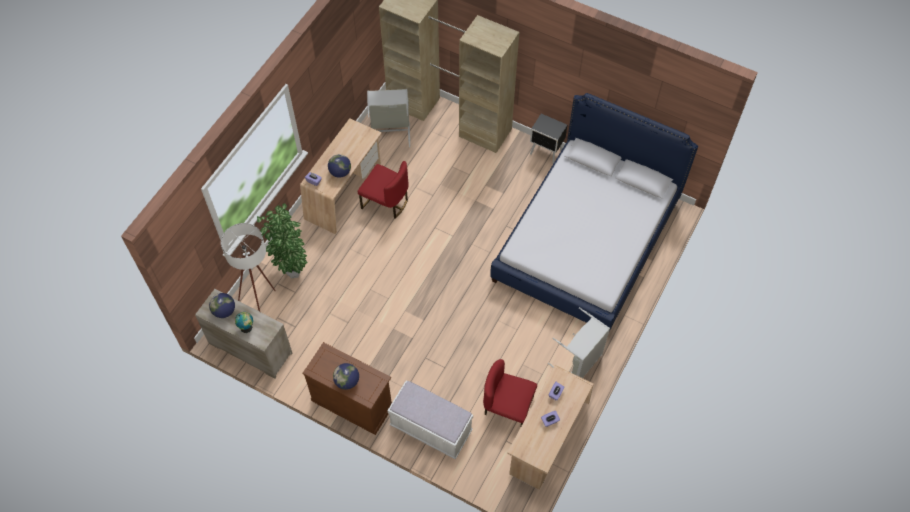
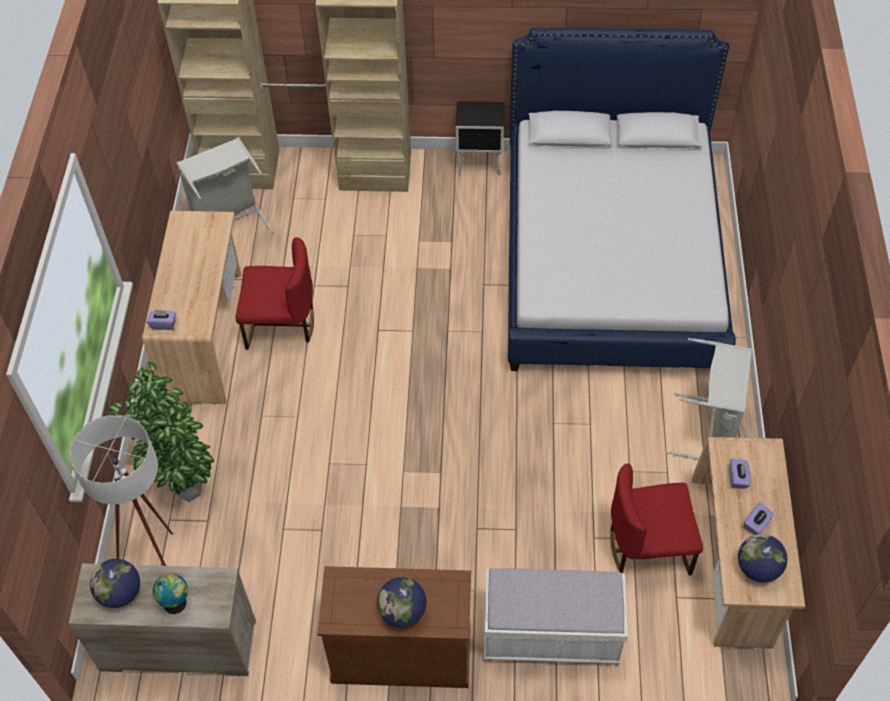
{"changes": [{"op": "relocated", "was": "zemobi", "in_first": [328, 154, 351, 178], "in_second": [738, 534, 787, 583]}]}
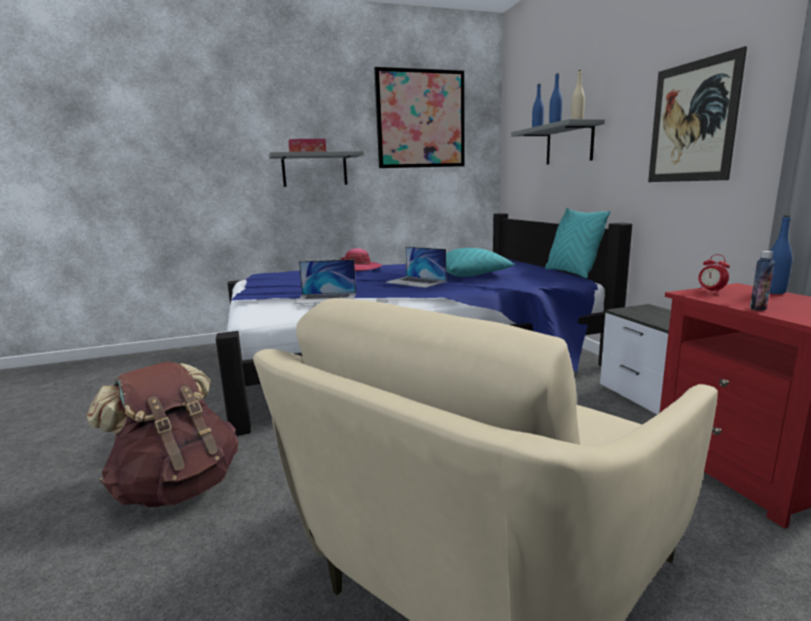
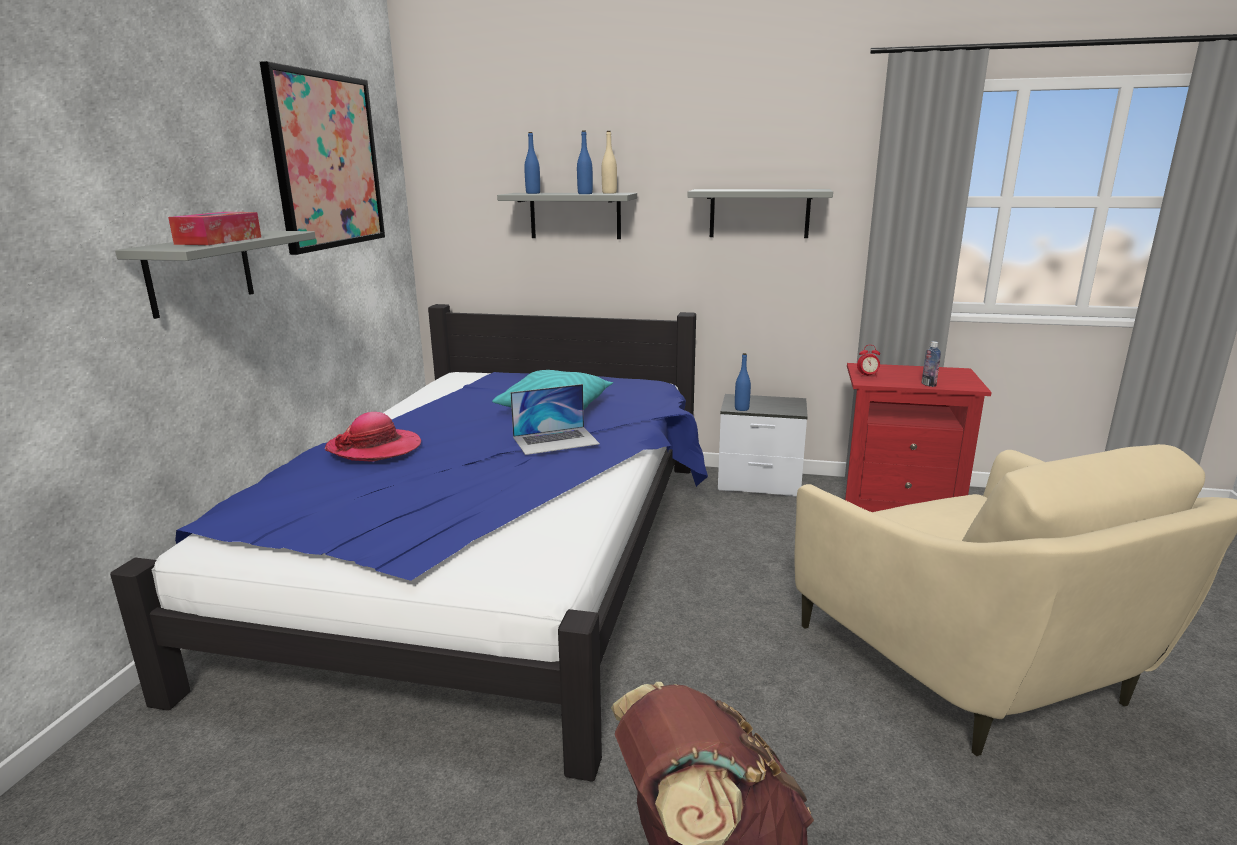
{"changes": [{"op": "missing", "was": "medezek", "in_first": [294, 259, 356, 304]}, {"op": "missing", "was": "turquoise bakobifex", "in_first": [545, 208, 610, 278]}, {"op": "exchanged", "was": "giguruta", "now": "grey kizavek", "in_first": [648, 46, 747, 182], "in_second": [687, 189, 833, 238]}, {"op": "relocated", "was": "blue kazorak", "in_first": [770, 215, 793, 294], "in_second": [735, 353, 751, 411]}]}
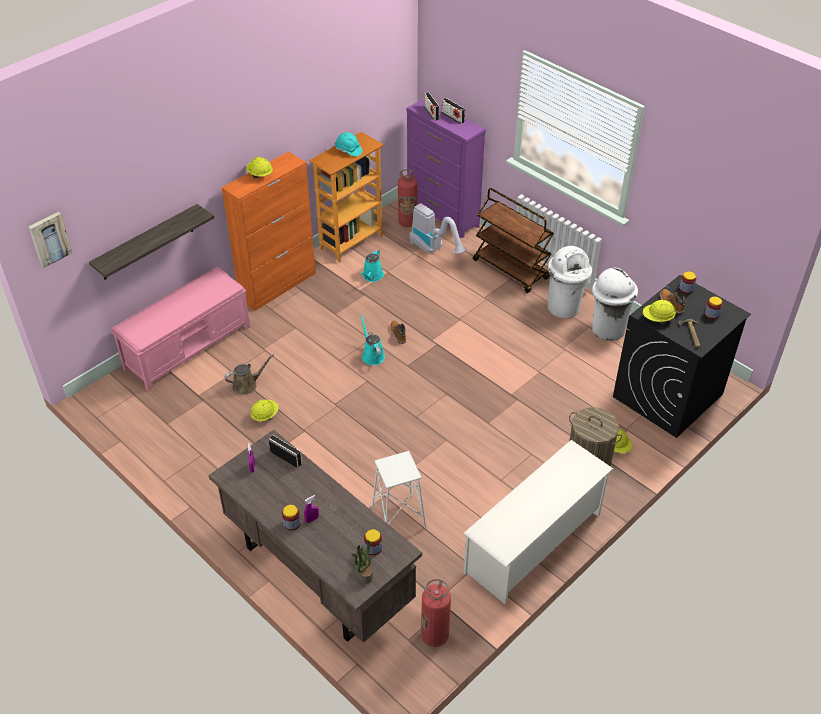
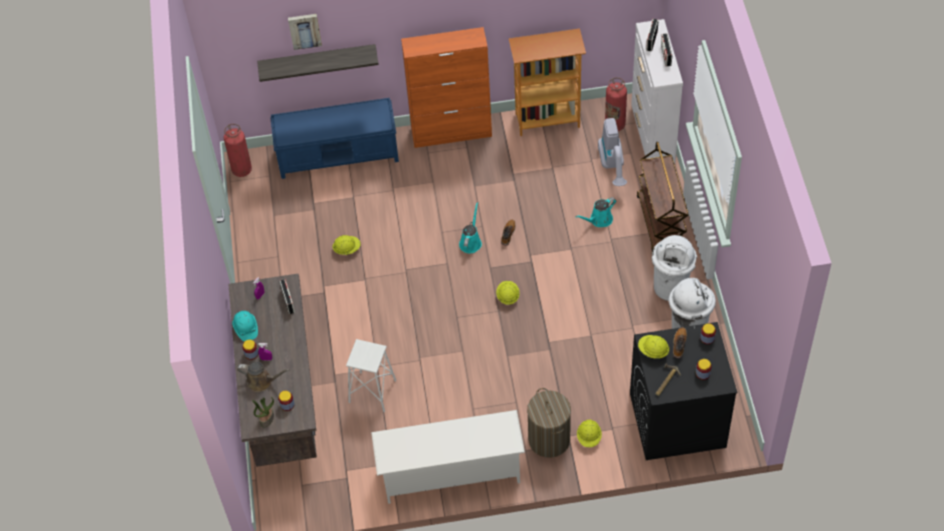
{"changes": [{"op": "relocated", "was": "giguruta", "in_first": [29, 212, 72, 268], "in_second": [288, 14, 322, 50]}, {"op": "colour", "was": "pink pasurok", "now": "blue pasurok", "in_first": [111, 267, 250, 391], "in_second": [270, 98, 399, 179]}, {"op": "relocated", "was": "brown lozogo", "in_first": [225, 354, 274, 395], "in_second": [237, 361, 290, 392]}, {"op": "relocated", "was": "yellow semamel", "in_first": [246, 157, 273, 178], "in_second": [496, 281, 520, 305]}, {"op": "relocated", "was": "turquoise semamel", "in_first": [335, 132, 363, 157], "in_second": [232, 311, 258, 341]}, {"op": "relocated", "was": "turquoise lozogo", "in_first": [360, 249, 384, 282], "in_second": [575, 197, 616, 227]}, {"op": "colour", "was": "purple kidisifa", "now": "white kidisifa", "in_first": [407, 99, 486, 238], "in_second": [631, 19, 683, 164]}, {"op": "relocated", "was": "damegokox", "in_first": [421, 579, 451, 647], "in_second": [224, 124, 252, 177]}]}
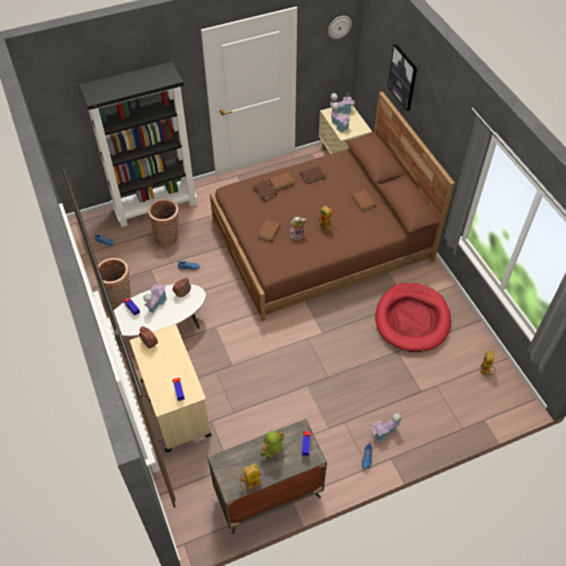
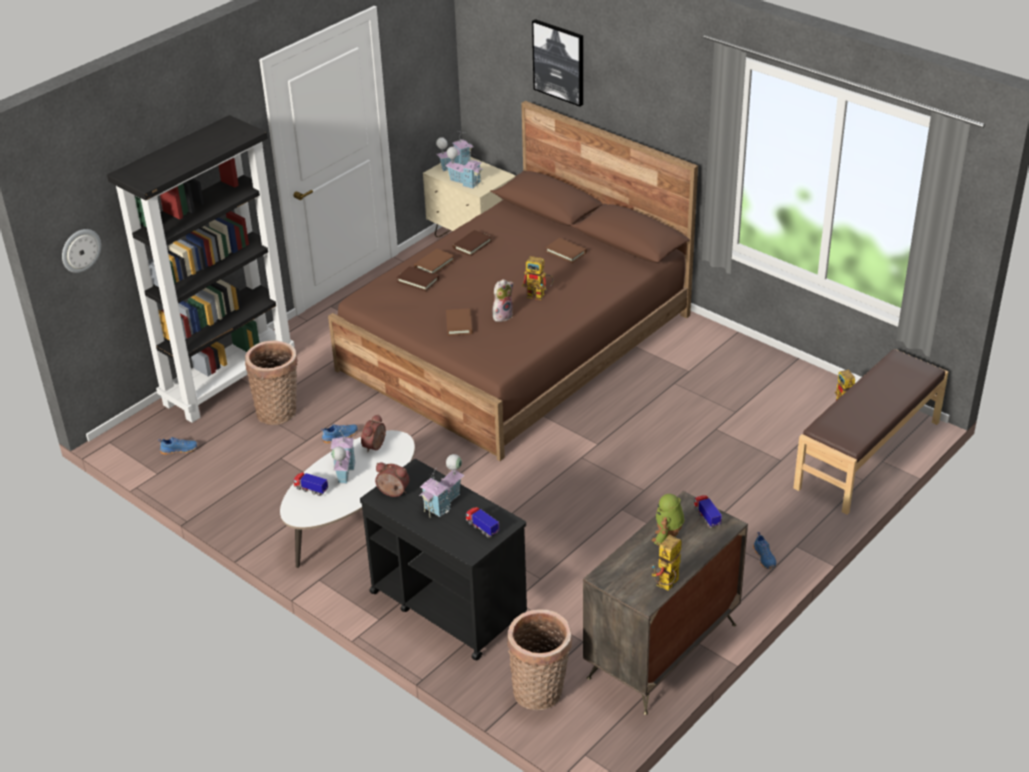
{"changes": [{"op": "relocated", "was": "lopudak", "in_first": [98, 258, 131, 306], "in_second": [507, 609, 572, 710]}, {"op": "colour", "was": "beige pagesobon", "now": "black pagesobon", "in_first": [130, 325, 211, 452], "in_second": [360, 459, 527, 661]}, {"op": "relocated", "was": "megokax", "in_first": [328, 16, 352, 39], "in_second": [62, 229, 101, 273]}, {"op": "relocated", "was": "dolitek", "in_first": [371, 413, 401, 442], "in_second": [419, 454, 464, 517]}, {"op": "missing", "was": "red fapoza", "in_first": [375, 283, 451, 352]}, {"op": "appeared", "now": "brown pasurok", "in_second": [793, 349, 948, 515]}]}
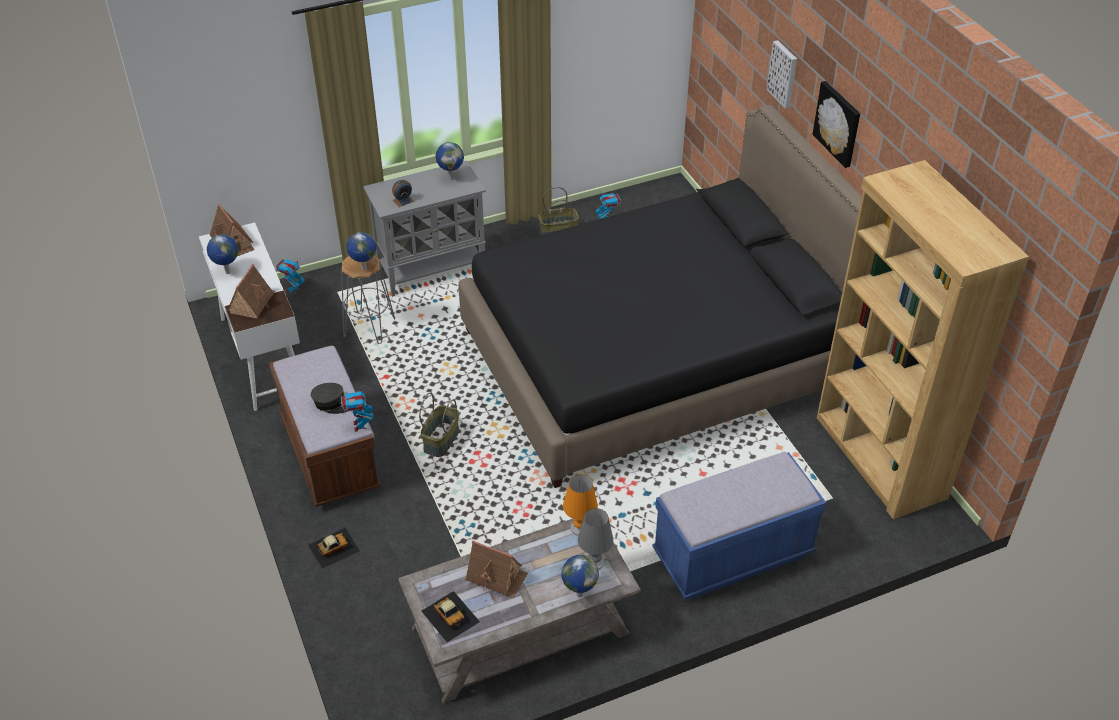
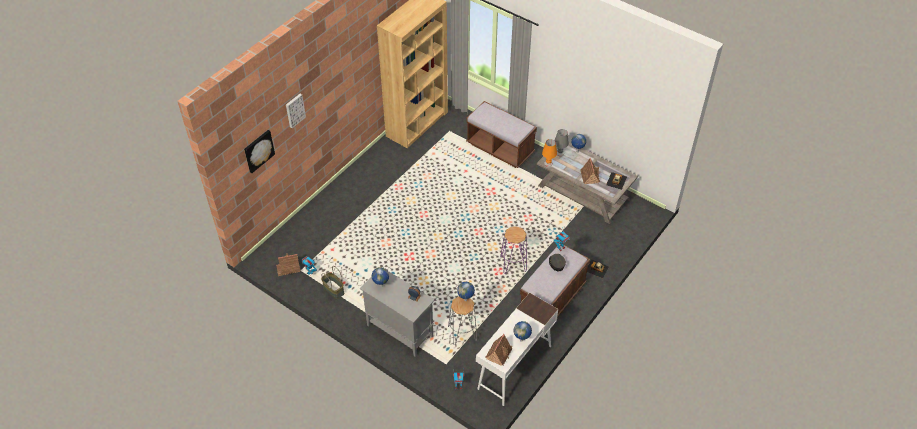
{"changes": [{"op": "relocated", "was": "dolitek", "in_first": [227, 264, 275, 319], "in_second": [276, 253, 300, 276]}, {"op": "exchanged", "was": "lopudak", "now": "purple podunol", "in_first": [419, 392, 459, 457], "in_second": [500, 226, 527, 274]}, {"op": "missing", "was": "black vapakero", "in_first": [458, 105, 862, 488]}, {"op": "colour", "was": "blue pasurok", "now": "brown pasurok", "in_first": [652, 452, 826, 599], "in_second": [466, 101, 537, 168]}, {"op": "relocated", "was": "giguruta", "in_first": [812, 81, 860, 168], "in_second": [244, 130, 275, 173]}]}
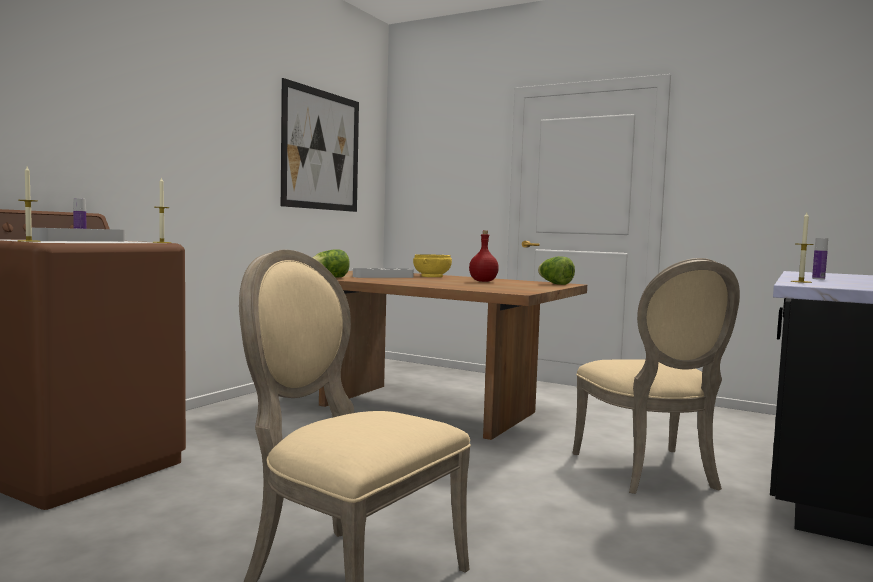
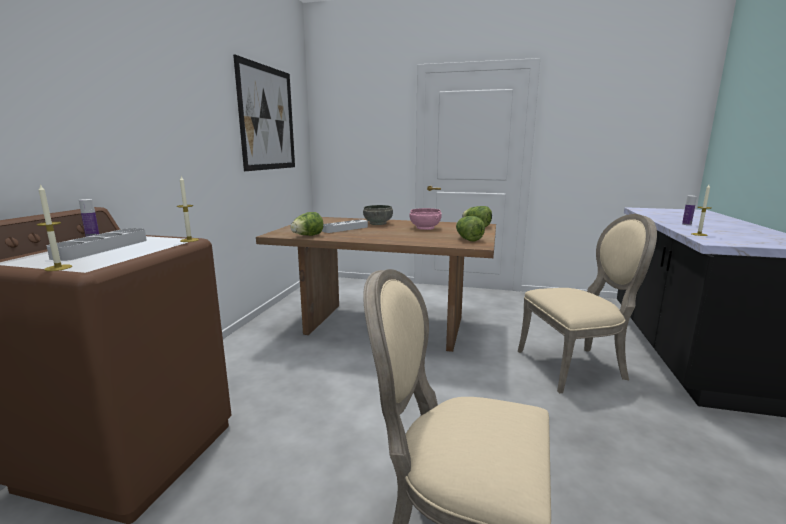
{"changes": [{"op": "colour", "was": "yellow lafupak", "now": "grey lafupak", "in_first": [413, 254, 452, 277], "in_second": [363, 205, 393, 225]}, {"op": "exchanged", "was": "red kazorak", "now": "pink lafupak", "in_first": [469, 230, 499, 282], "in_second": [410, 208, 442, 230]}, {"op": "spun", "was": "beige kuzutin", "in_first": [573, 258, 740, 494], "in_second": [518, 214, 657, 393], "clockwise": -75}, {"op": "appeared", "now": "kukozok", "in_second": [456, 216, 485, 241]}]}
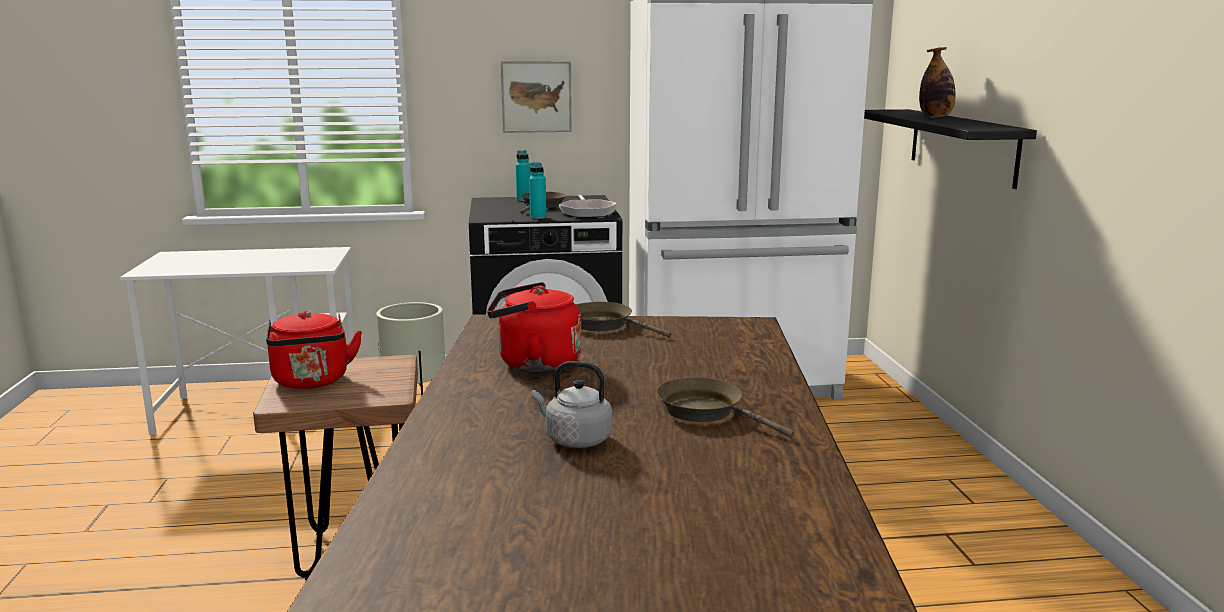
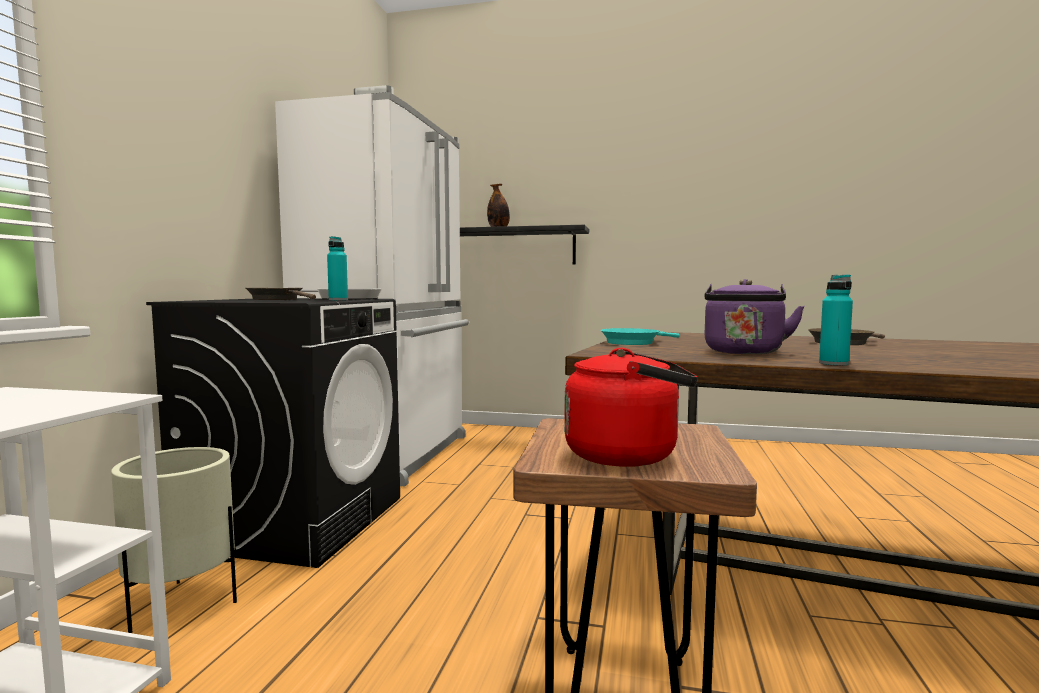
{"changes": [{"op": "colour", "was": "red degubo", "now": "purple degubo", "in_first": [487, 282, 581, 373], "in_second": [704, 279, 805, 354]}, {"op": "missing", "was": "giguruta", "in_first": [501, 61, 572, 133]}, {"op": "relocated", "was": "turquoise kazorak", "in_first": [516, 150, 531, 201], "in_second": [819, 274, 853, 366]}, {"op": "missing", "was": "grey degubo", "in_first": [532, 361, 612, 448]}, {"op": "colour", "was": "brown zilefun", "now": "turquoise zilefun", "in_first": [576, 302, 671, 337], "in_second": [600, 328, 680, 345]}]}
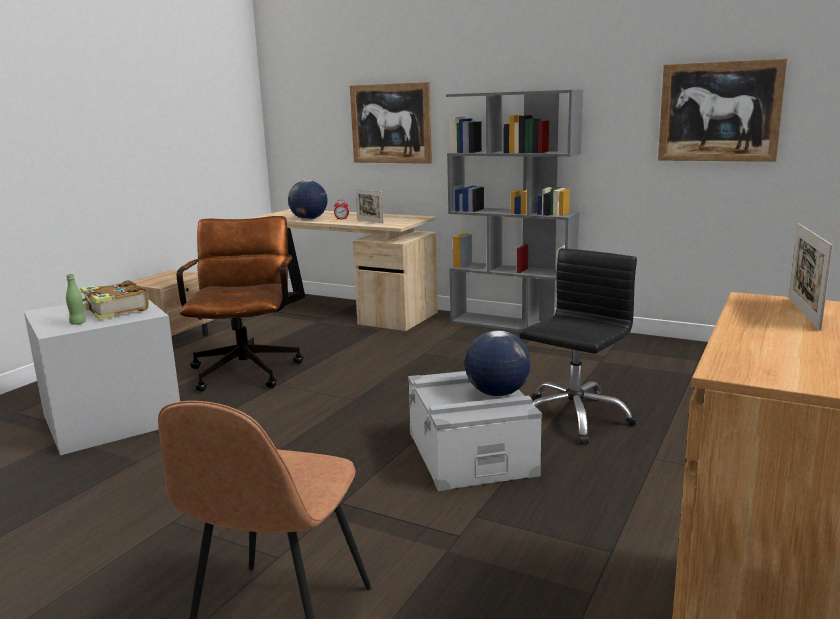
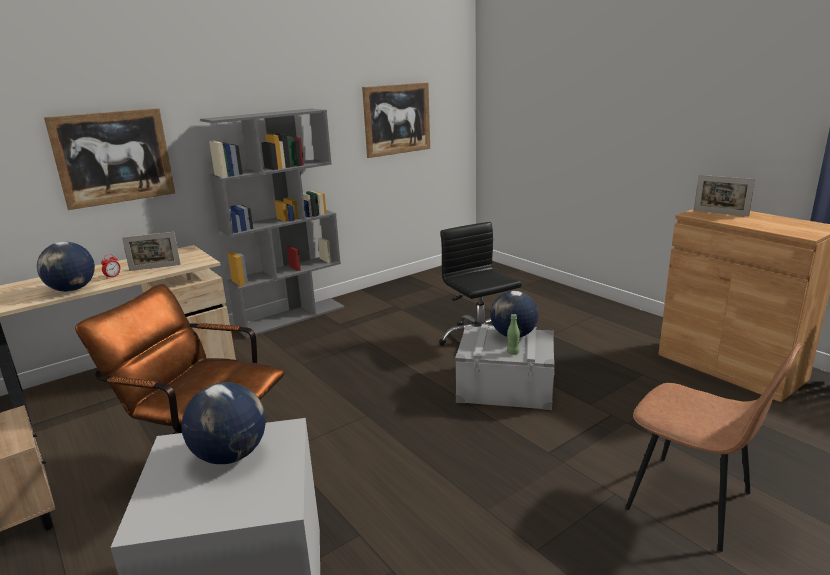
{"changes": [{"op": "relocated", "was": "green kazorak", "in_first": [66, 274, 86, 325], "in_second": [507, 314, 520, 355]}, {"op": "exchanged", "was": "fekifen", "now": "zemobi", "in_first": [80, 280, 149, 320], "in_second": [182, 382, 266, 464]}]}
